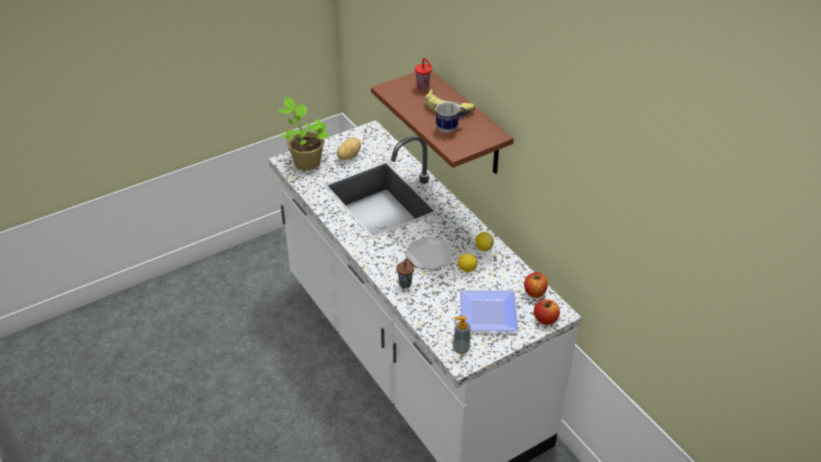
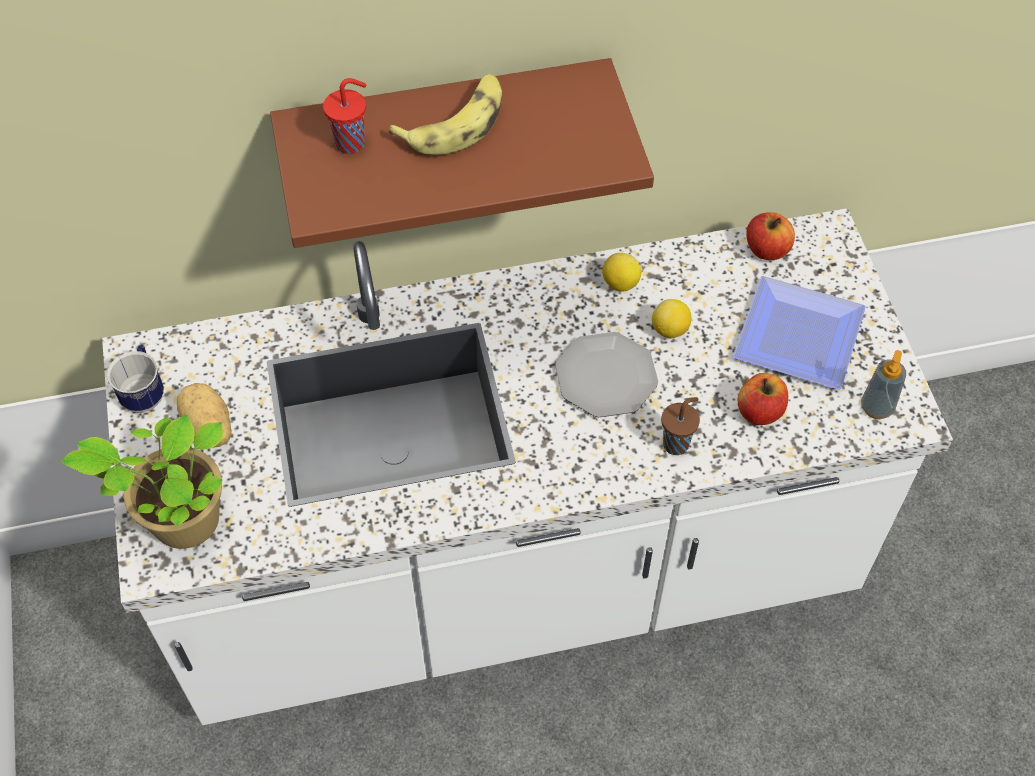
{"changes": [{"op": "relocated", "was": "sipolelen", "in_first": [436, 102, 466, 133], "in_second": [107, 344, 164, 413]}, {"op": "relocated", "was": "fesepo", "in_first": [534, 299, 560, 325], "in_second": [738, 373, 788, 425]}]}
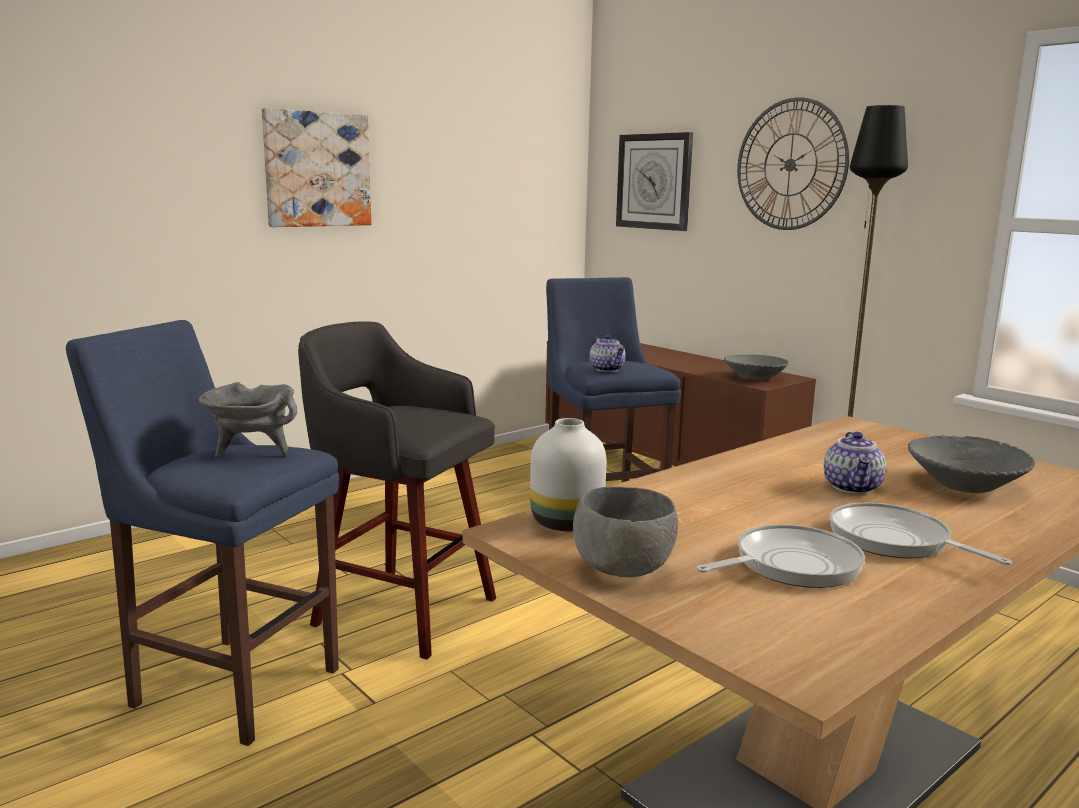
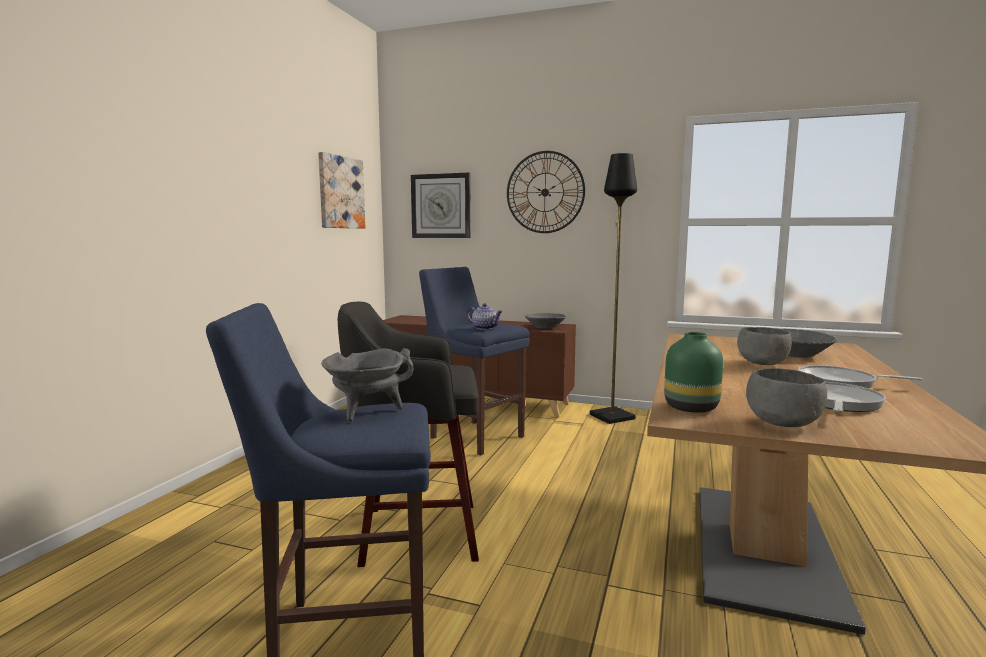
{"changes": [{"op": "relocated", "was": "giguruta", "in_first": [262, 108, 371, 227], "in_second": [318, 152, 365, 229]}, {"op": "colour", "was": "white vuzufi", "now": "green vuzufi", "in_first": [530, 418, 606, 531], "in_second": [664, 332, 723, 413]}, {"op": "exchanged", "was": "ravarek", "now": "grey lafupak", "in_first": [824, 432, 886, 494], "in_second": [737, 327, 792, 365]}]}
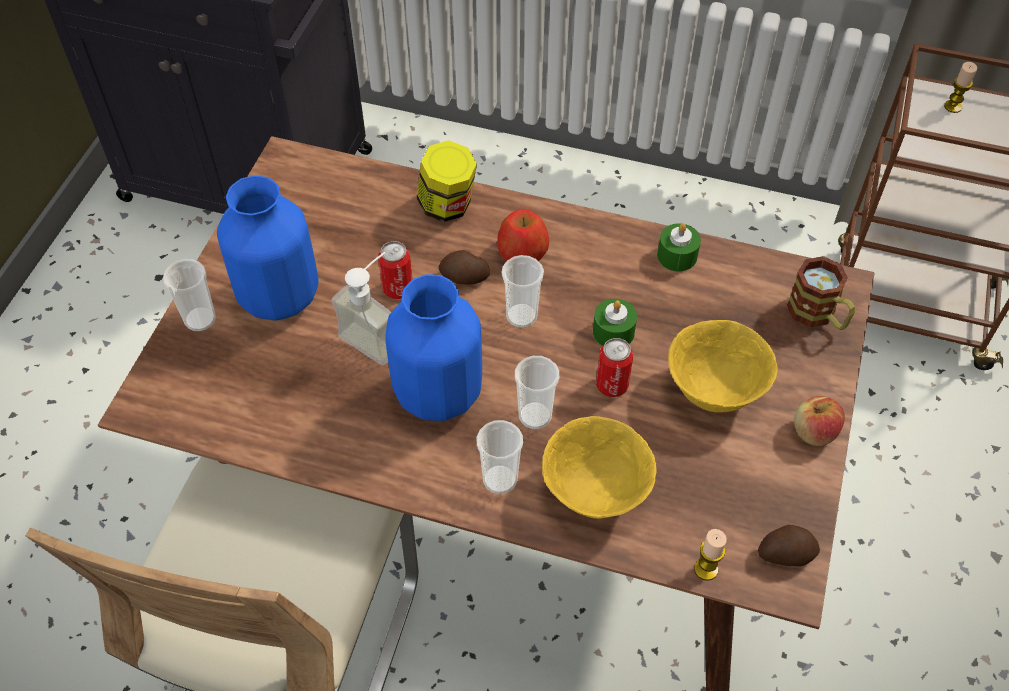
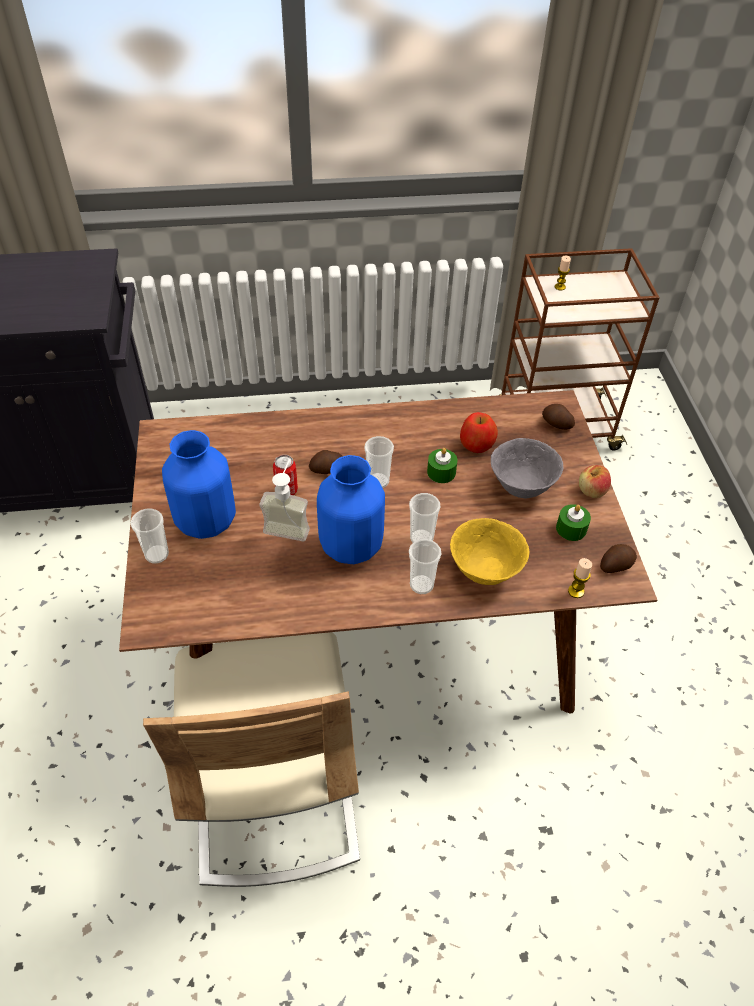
{"changes": [{"op": "missing", "was": "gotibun", "in_first": [417, 140, 477, 222]}, {"op": "relocated", "was": "fesepo", "in_first": [497, 209, 549, 261], "in_second": [460, 412, 498, 453]}, {"op": "missing", "was": "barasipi", "in_first": [596, 338, 633, 397]}, {"op": "relocated", "was": "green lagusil", "in_first": [657, 223, 701, 271], "in_second": [556, 504, 591, 541]}, {"op": "colour", "was": "yellow lafupak", "now": "grey lafupak", "in_first": [668, 320, 778, 413], "in_second": [491, 438, 564, 498]}, {"op": "exchanged", "was": "sipolelen", "now": "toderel", "in_first": [787, 256, 855, 330], "in_second": [542, 404, 575, 430]}]}
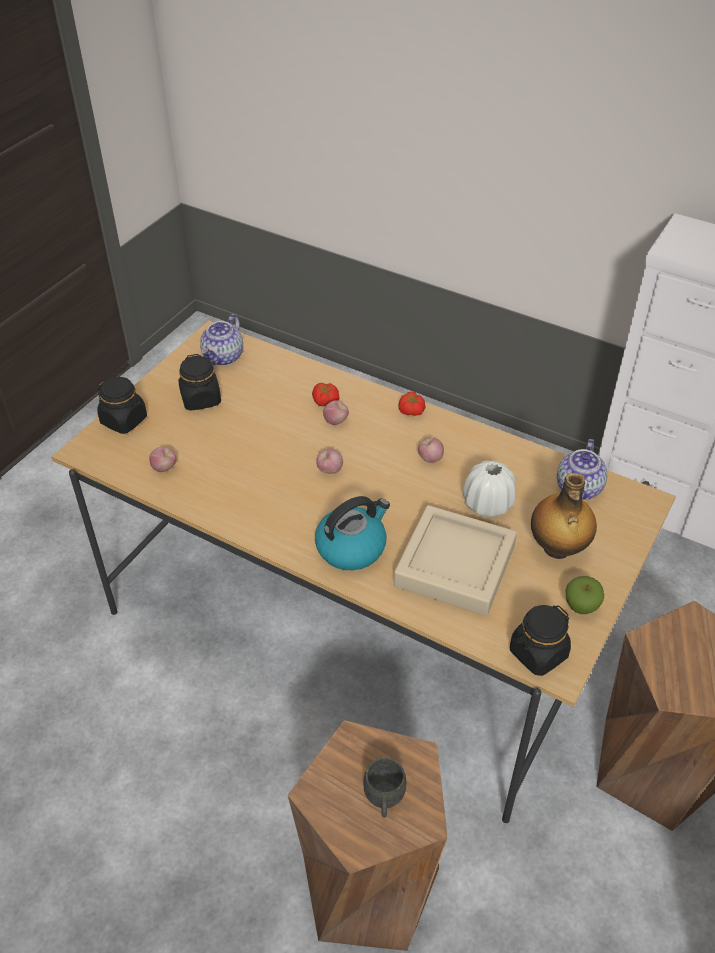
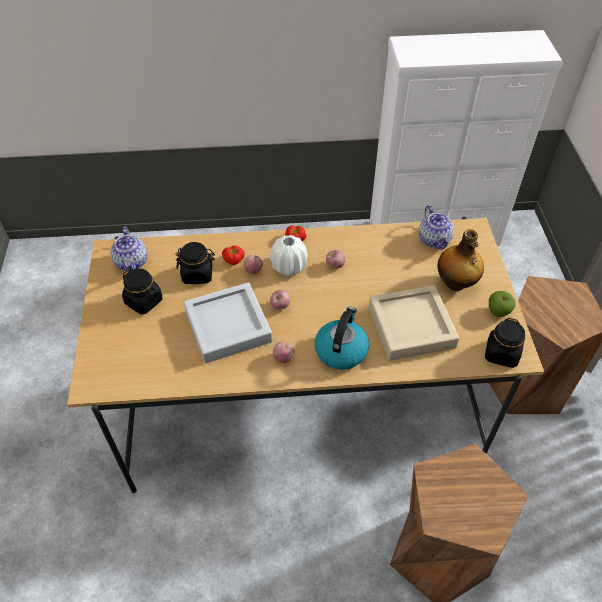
{"changes": [{"op": "relocated", "was": "black gotibun", "in_first": [98, 377, 147, 434], "in_second": [176, 242, 215, 284]}, {"op": "relocated", "was": "fesepo", "in_first": [149, 447, 176, 472], "in_second": [273, 341, 294, 363]}, {"op": "missing", "was": "grey sipolelen", "in_first": [363, 757, 406, 818]}, {"op": "relocated", "was": "white vuzufi", "in_first": [463, 461, 516, 517], "in_second": [270, 235, 307, 275]}, {"op": "appeared", "now": "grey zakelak", "in_second": [184, 282, 272, 363]}]}
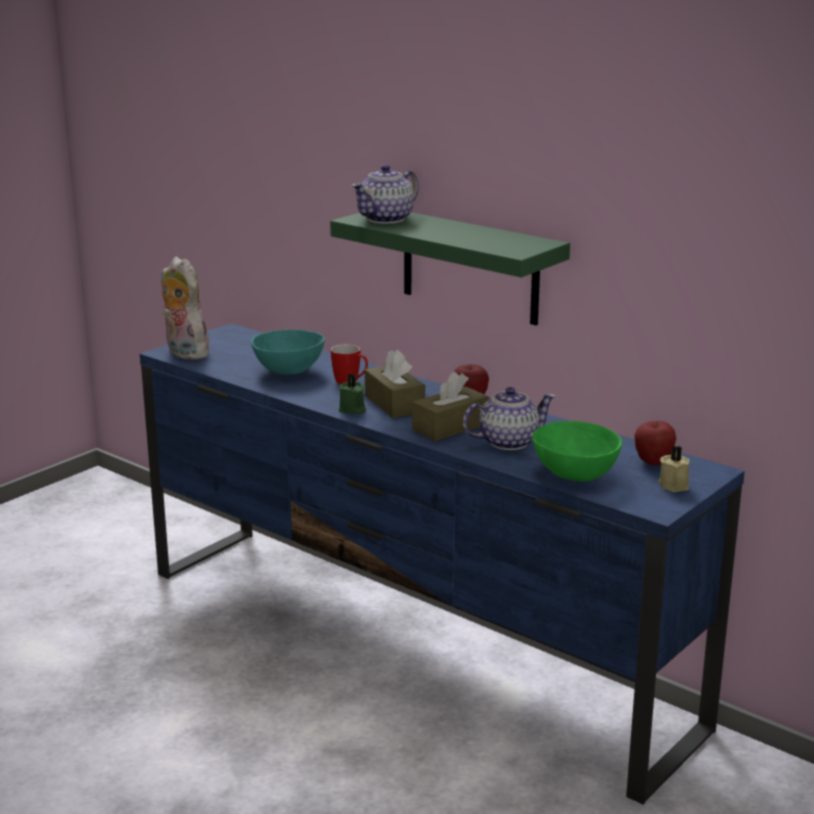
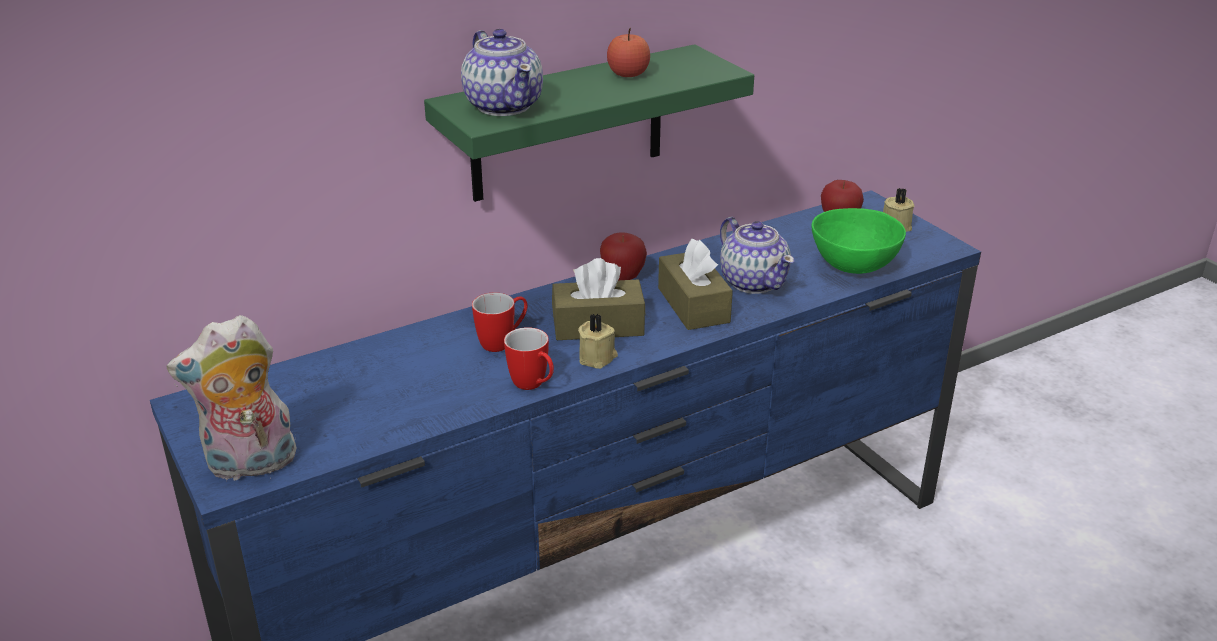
{"changes": [{"op": "missing", "was": "turquoise lafupak", "in_first": [251, 330, 325, 374]}, {"op": "colour", "was": "green lagusil", "now": "beige lagusil", "in_first": [339, 374, 366, 414], "in_second": [578, 314, 618, 369]}, {"op": "spun", "was": "ravarek", "in_first": [463, 387, 556, 450], "in_second": [720, 217, 795, 294], "clockwise": 150}, {"op": "appeared", "now": "sipolelen", "in_second": [504, 327, 554, 390]}, {"op": "appeared", "now": "fesepo", "in_second": [607, 28, 650, 77]}]}
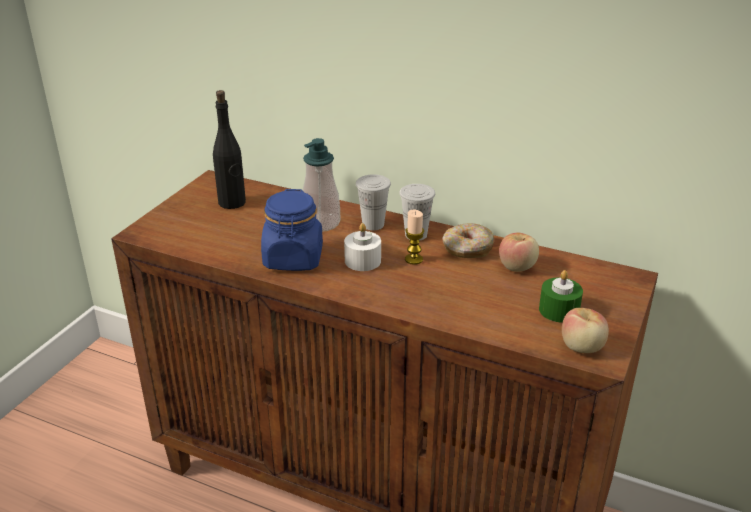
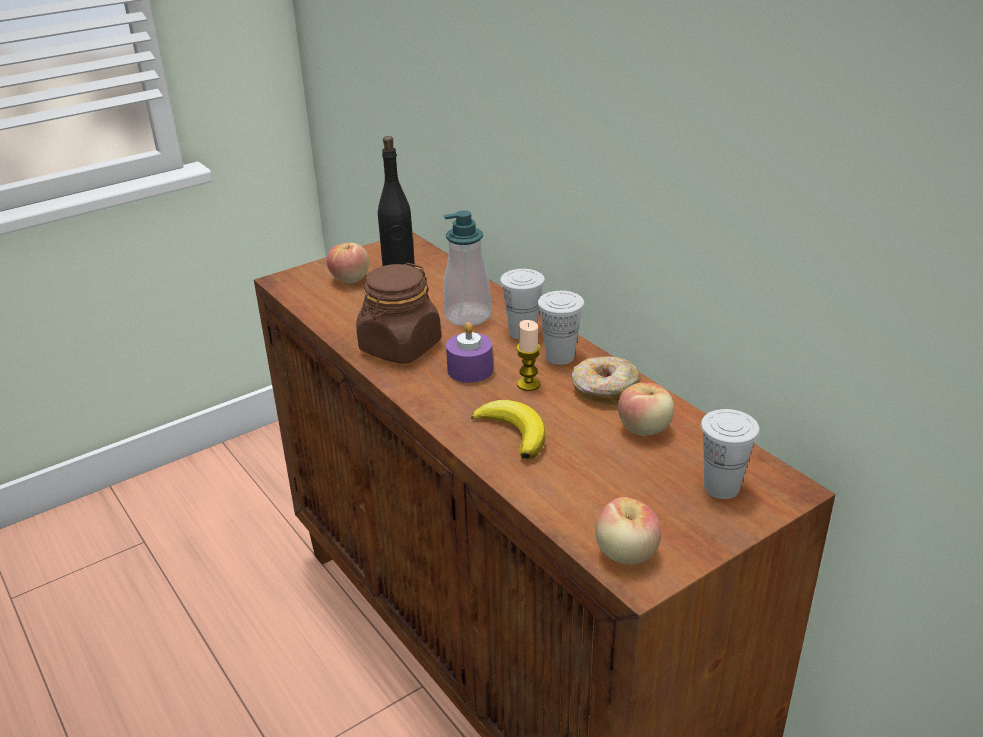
{"changes": [{"op": "colour", "was": "blue gotibun", "now": "brown gotibun", "in_first": [261, 189, 323, 271], "in_second": [356, 263, 441, 364]}, {"op": "colour", "was": "white lagusil", "now": "purple lagusil", "in_first": [344, 223, 381, 271], "in_second": [446, 322, 493, 383]}, {"op": "missing", "was": "green lagusil", "in_first": [539, 270, 583, 323]}, {"op": "appeared", "now": "fesepo", "in_second": [327, 243, 369, 284]}, {"op": "appeared", "now": "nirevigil", "in_second": [471, 400, 546, 459]}, {"op": "appeared", "now": "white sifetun", "in_second": [701, 409, 760, 499]}]}
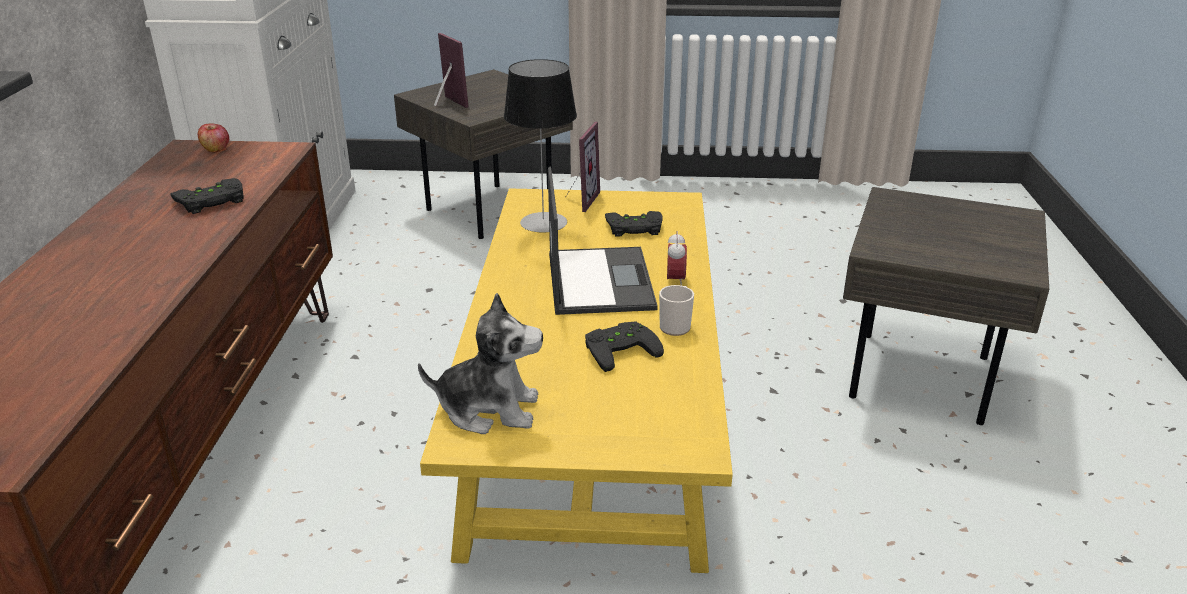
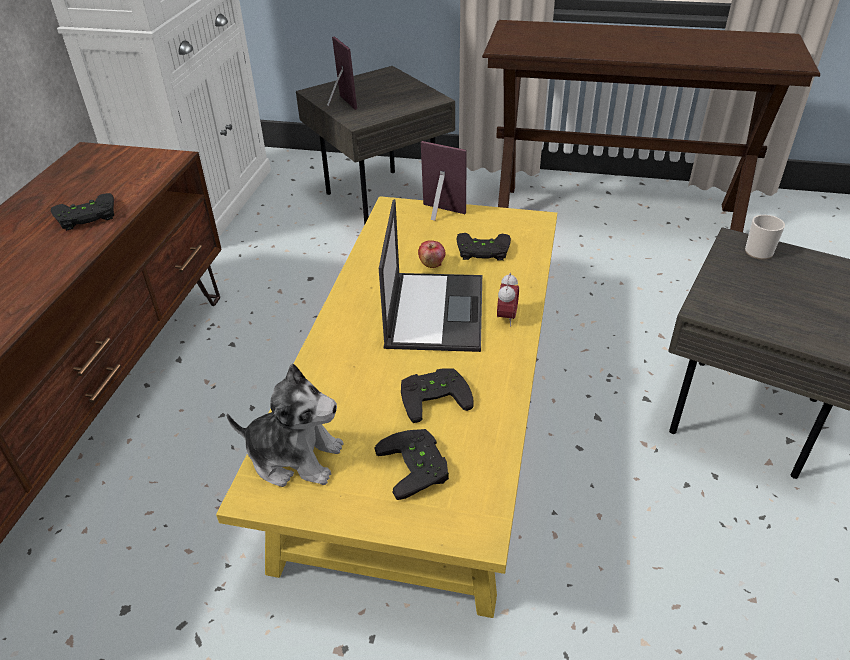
{"changes": [{"op": "relocated", "was": "fesepo", "in_first": [198, 123, 229, 152], "in_second": [418, 240, 446, 268]}, {"op": "missing", "was": "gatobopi", "in_first": [504, 59, 577, 232]}, {"op": "spun", "was": "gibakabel", "in_first": [566, 122, 600, 212], "in_second": [421, 141, 466, 221], "clockwise": -90}, {"op": "relocated", "was": "sipolelen", "in_first": [659, 285, 694, 336], "in_second": [745, 215, 785, 260]}, {"op": "appeared", "now": "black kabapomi", "in_second": [375, 429, 449, 500]}, {"op": "appeared", "now": "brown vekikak", "in_second": [482, 20, 820, 232]}]}
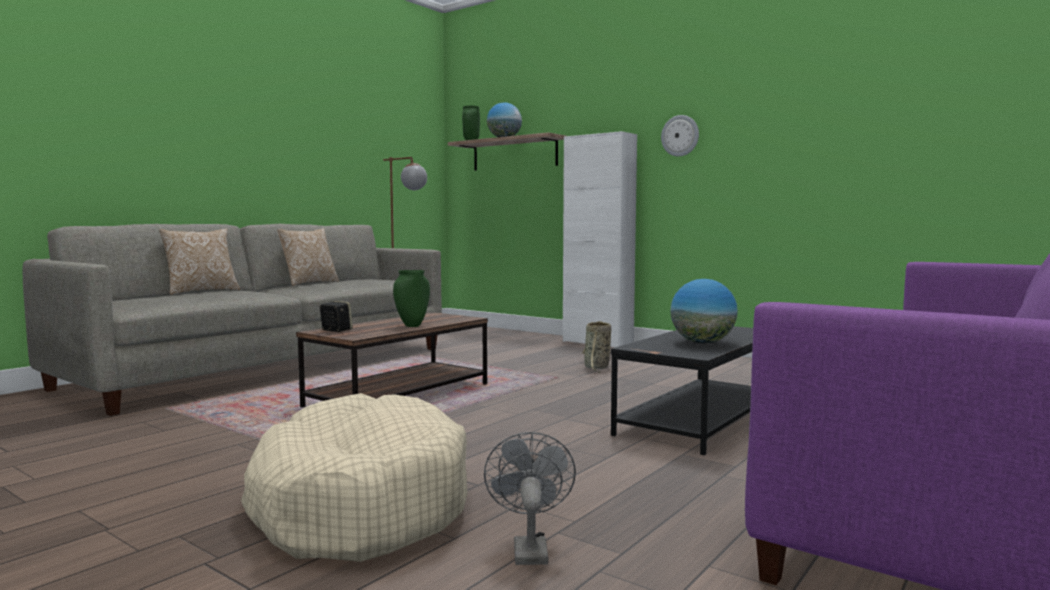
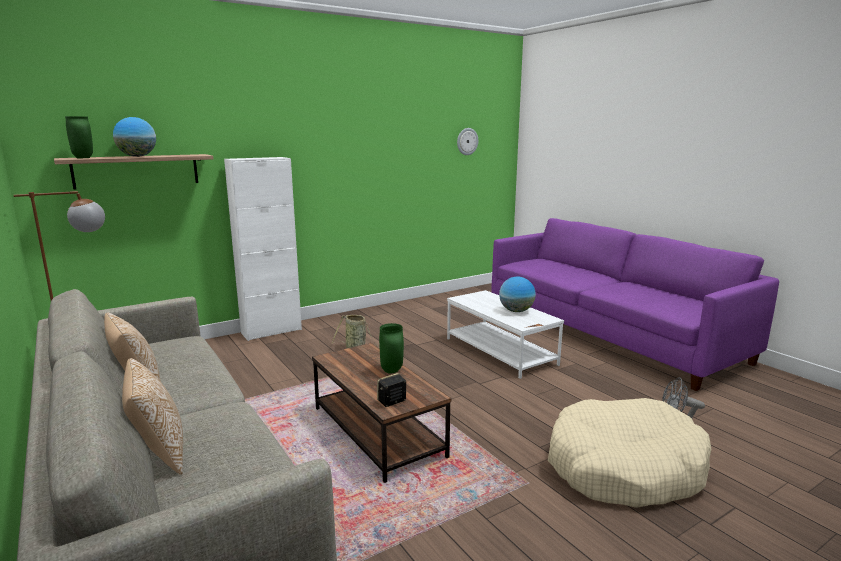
{"changes": [{"op": "colour", "was": "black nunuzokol", "now": "white nunuzokol", "in_first": [611, 326, 753, 455], "in_second": [447, 290, 564, 379]}, {"op": "relocated", "was": "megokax", "in_first": [661, 115, 699, 157], "in_second": [457, 128, 478, 155]}]}
